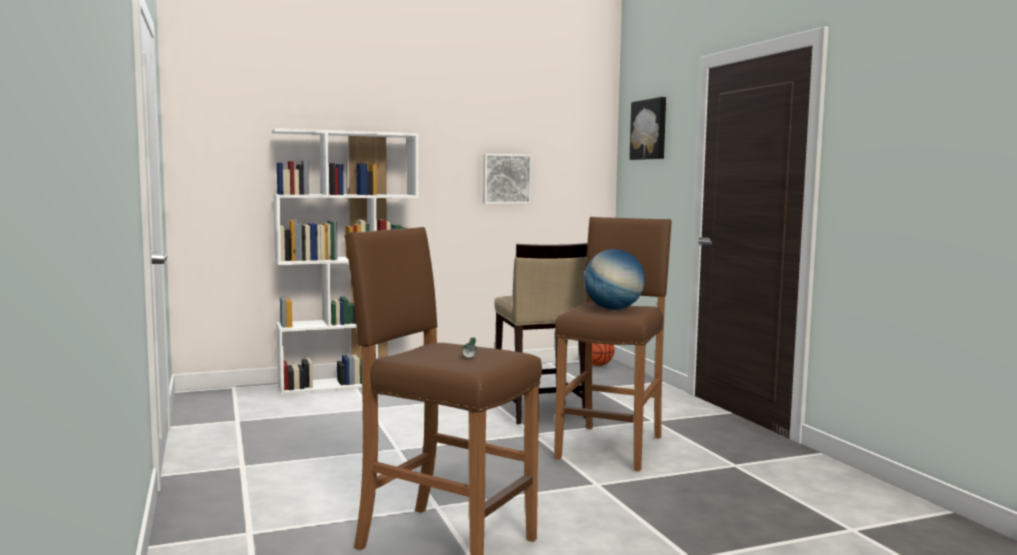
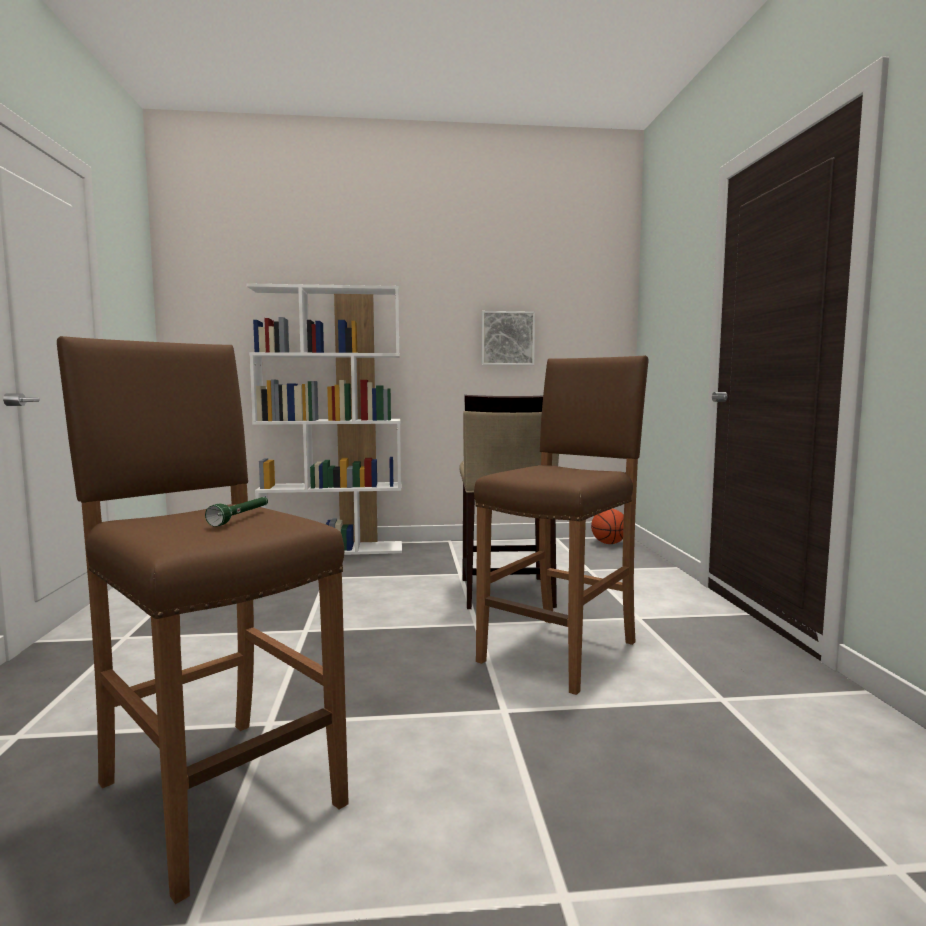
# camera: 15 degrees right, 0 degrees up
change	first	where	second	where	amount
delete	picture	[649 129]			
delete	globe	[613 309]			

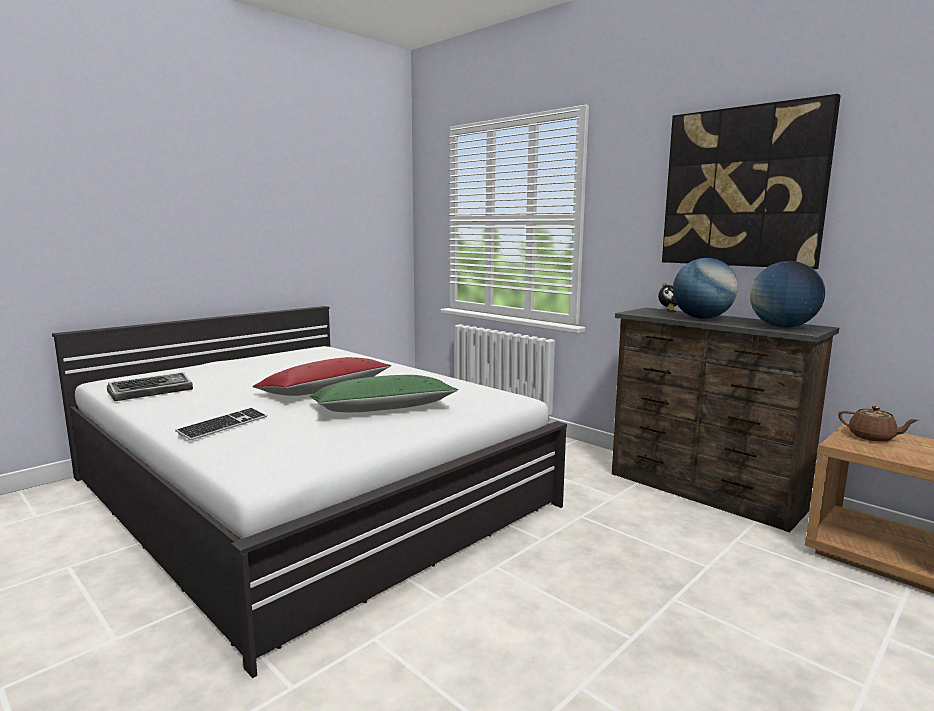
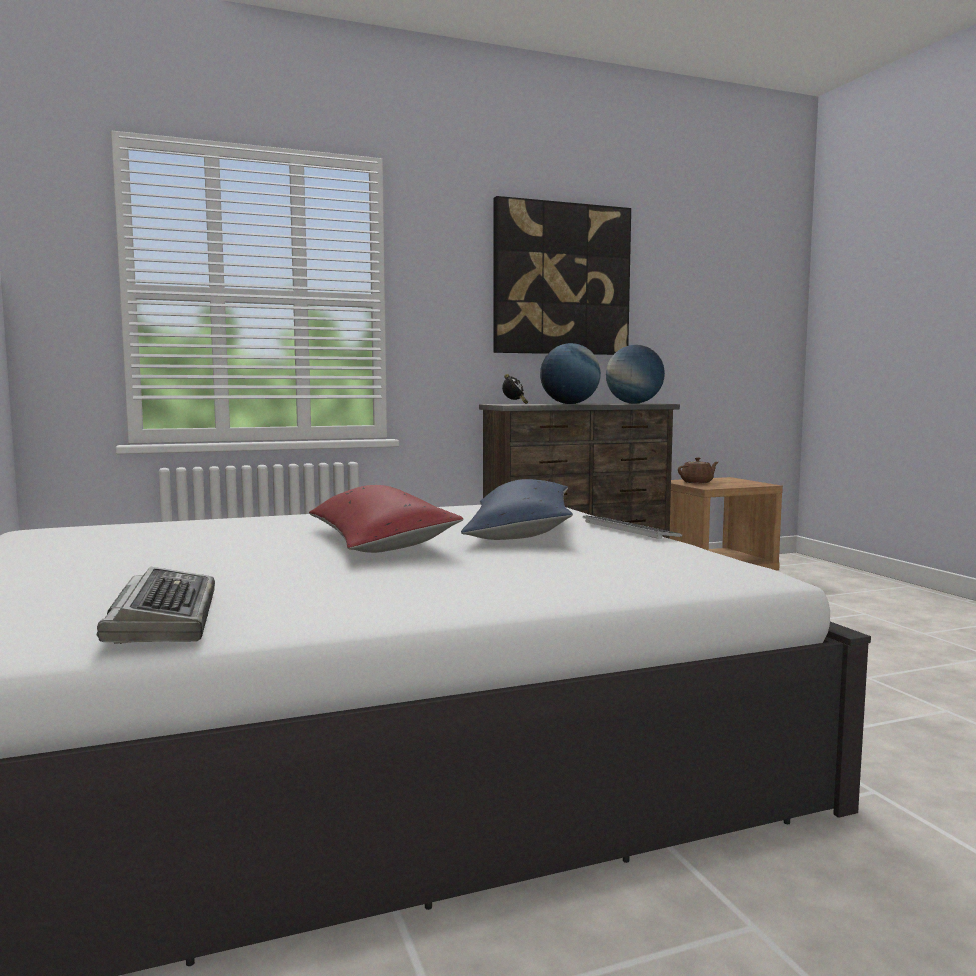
# camera: 65 degrees left, 5 degrees down
change	first	where	second	where	amount
recolor	green pillow	[383 409]	blue pillow	[520 531]	
move	keyboard	[223 426]		[630 529]	

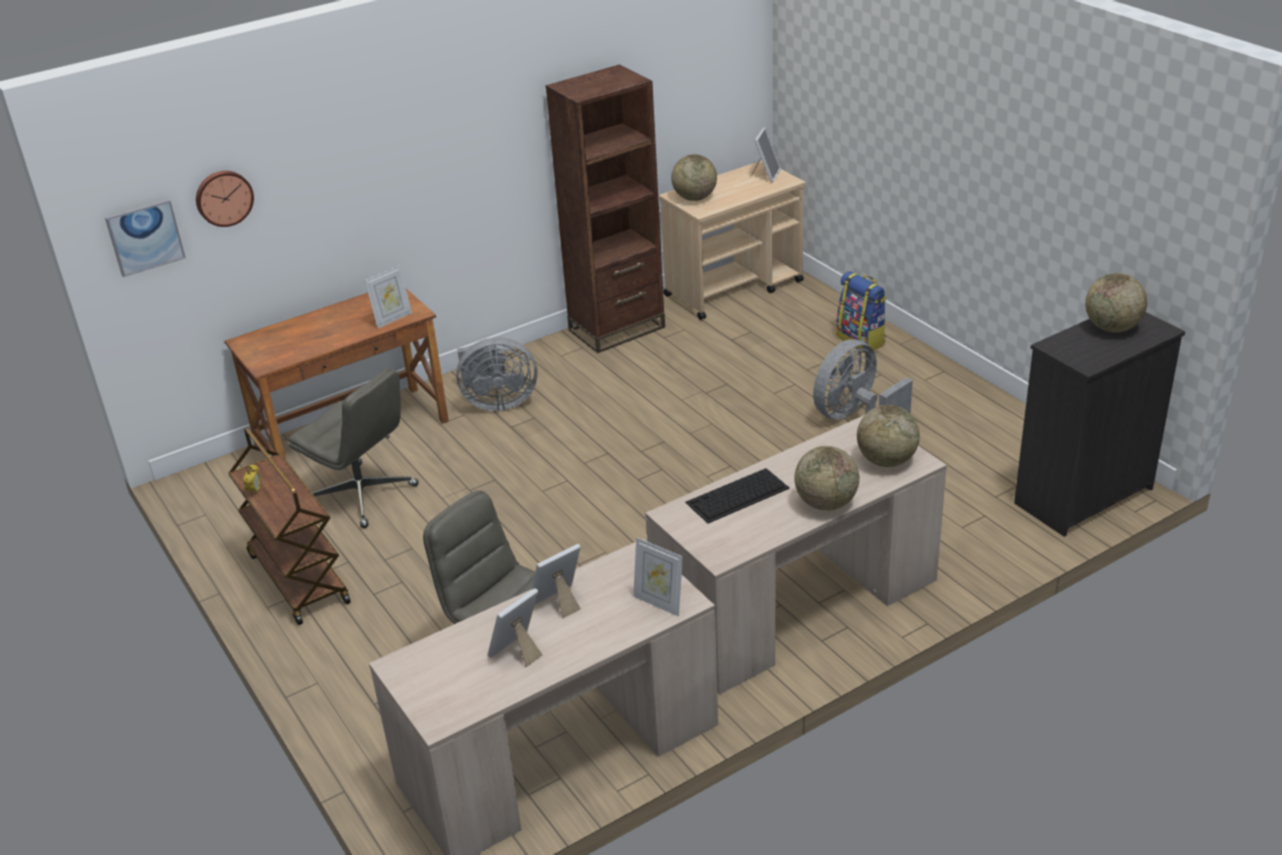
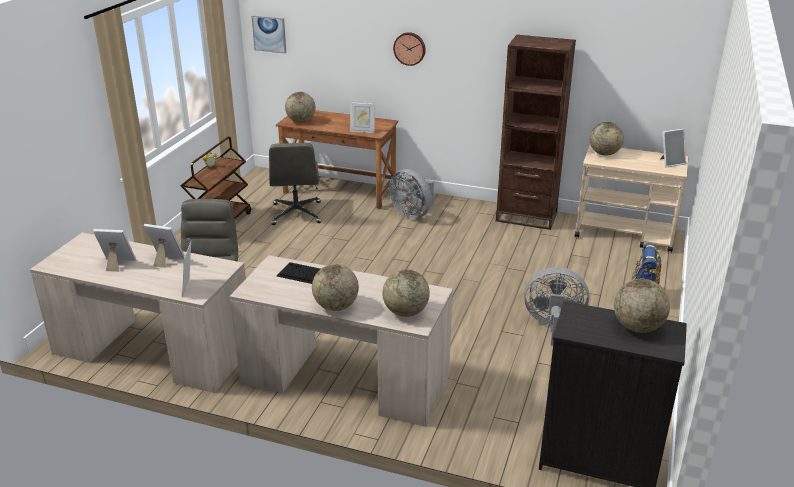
# camera: 50 degrees right, 5 degrees down
change	first	where	second	where	amount
move	wall clock	[223 197]		[410 48]	
insert			globe	[301 121]	

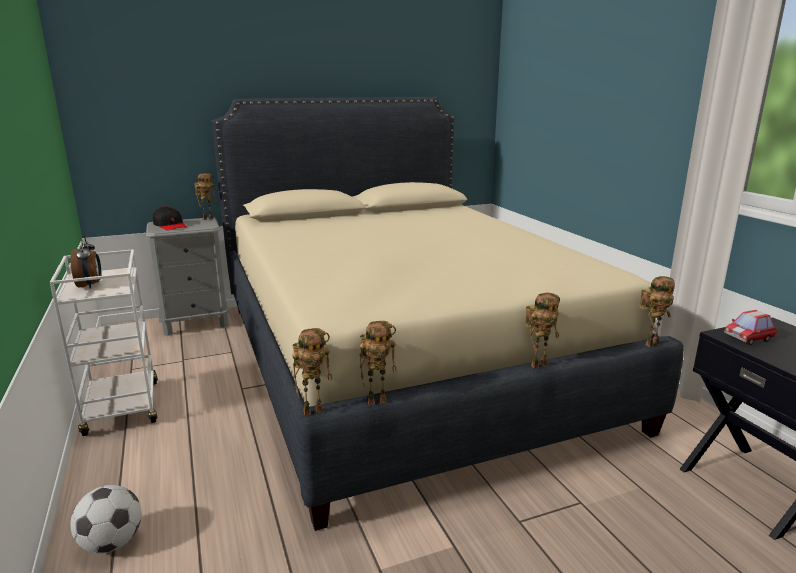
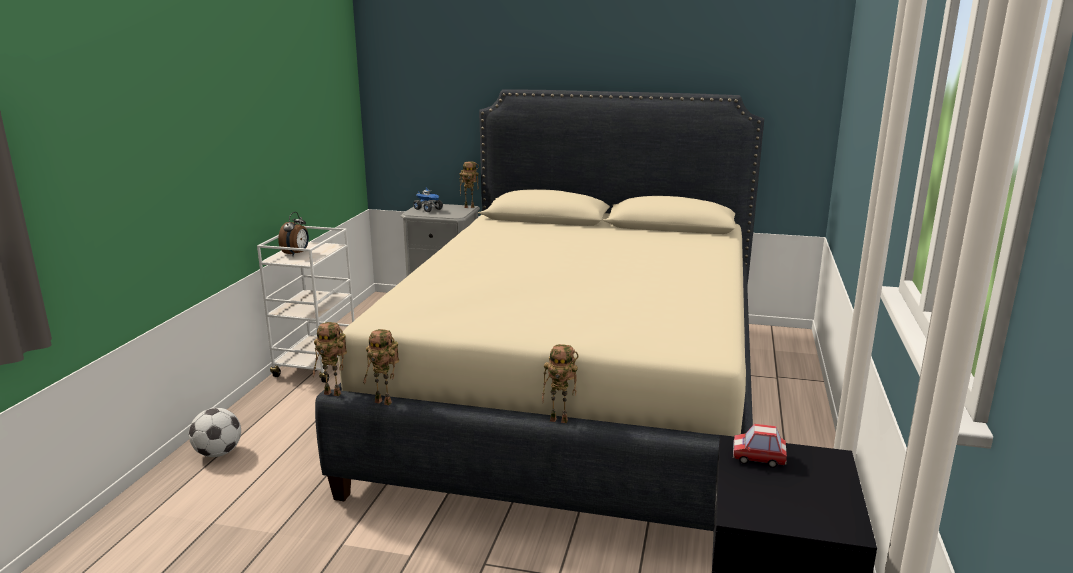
# camera: 35 degrees right, 0 degrees up
change	first	where	second	where	amount
replace	black cap	[170 226]	toy truck	[428 209]	
delete	toy robot	[651 343]			

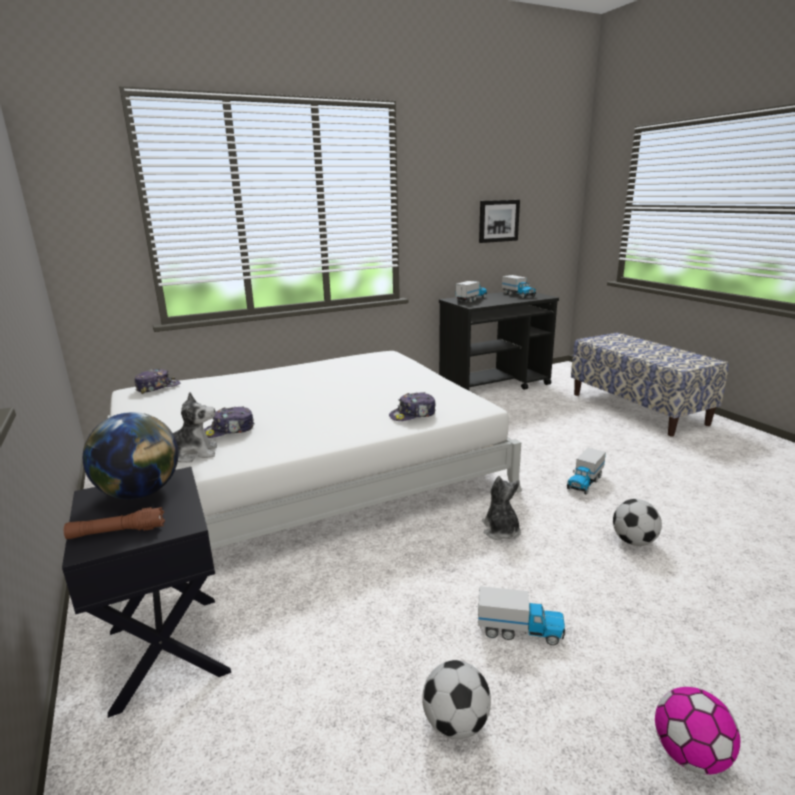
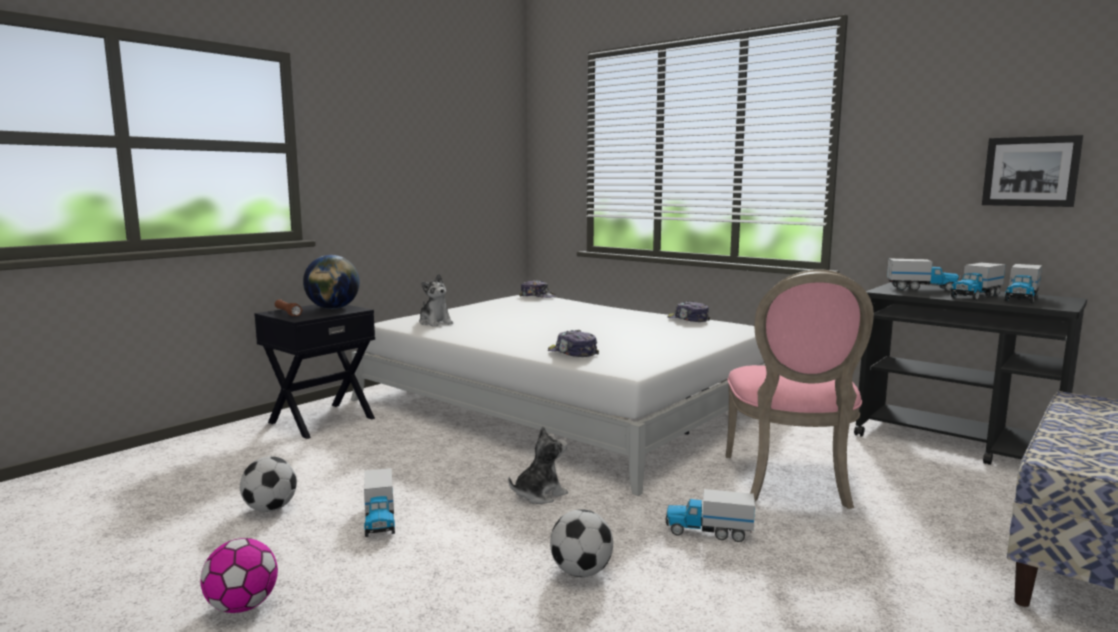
# camera: 65 degrees right, 10 degrees down
change	first	where	second	where	amount
move	cap	[229 430]		[688 320]	
insert			toy truck	[975 296]	
insert			pink chair	[791 483]	

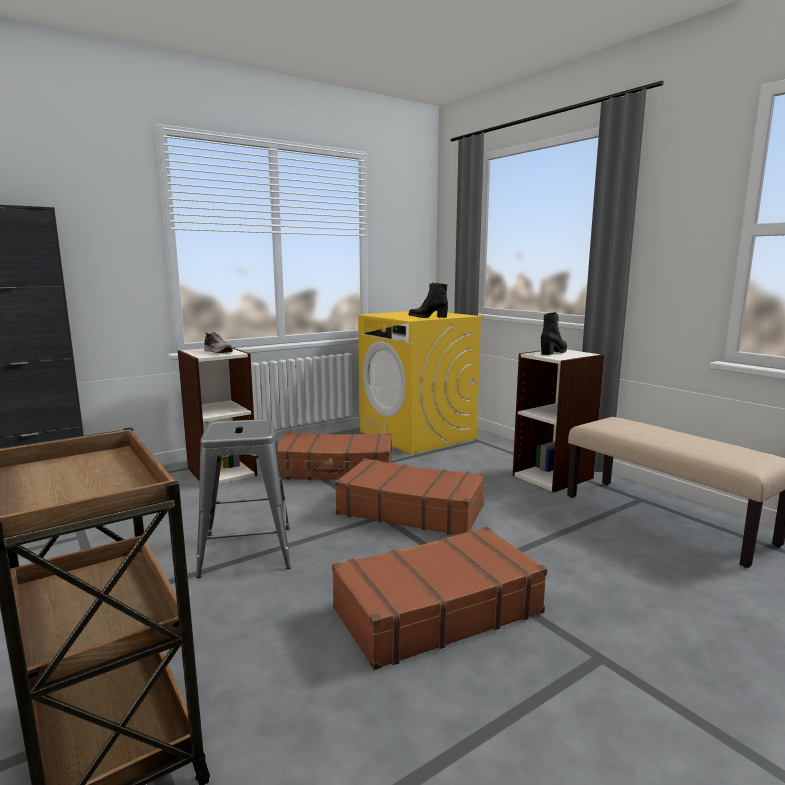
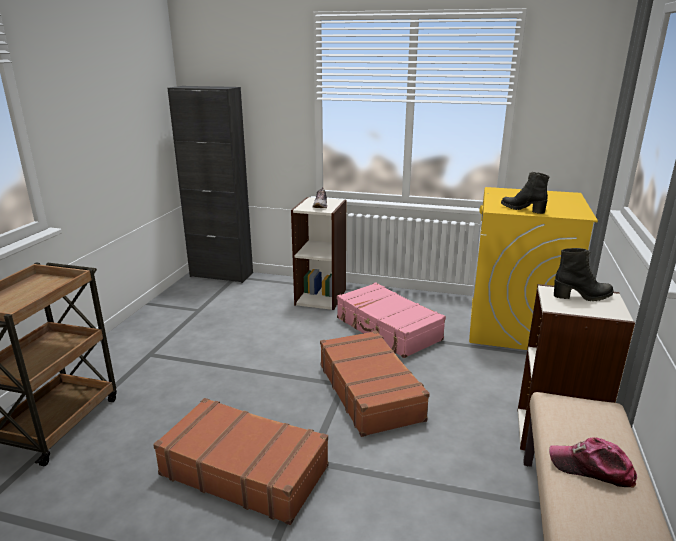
# camera: 50 degrees right, 10 degrees up
change	first	where	second	where	amount
delete	grey stool	[246 551]			
recolor	brown suitcase	[335 470]	pink suitcase	[387 329]	
insert			cap	[591 468]	

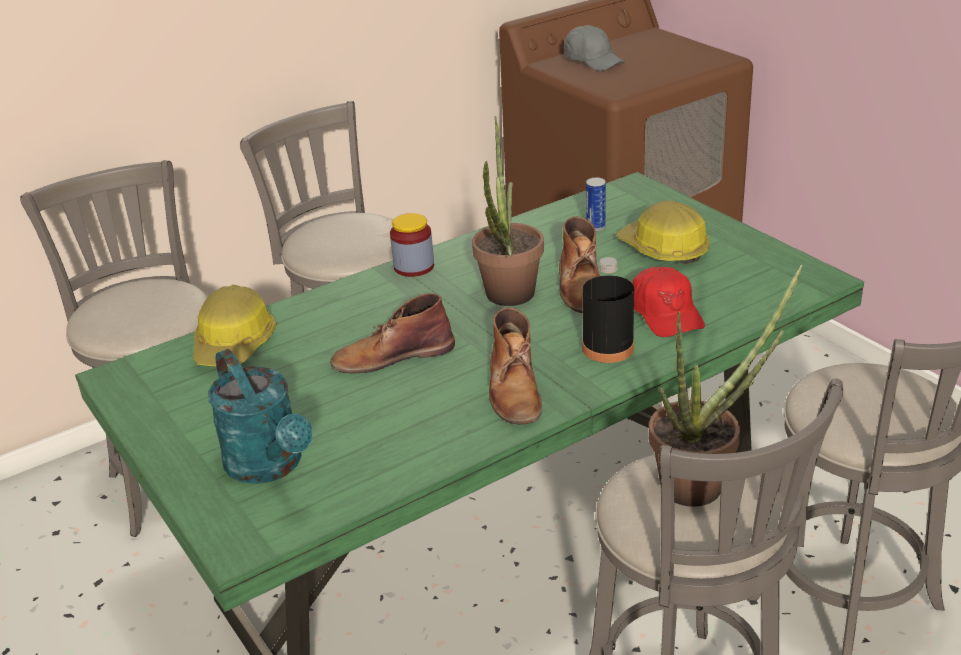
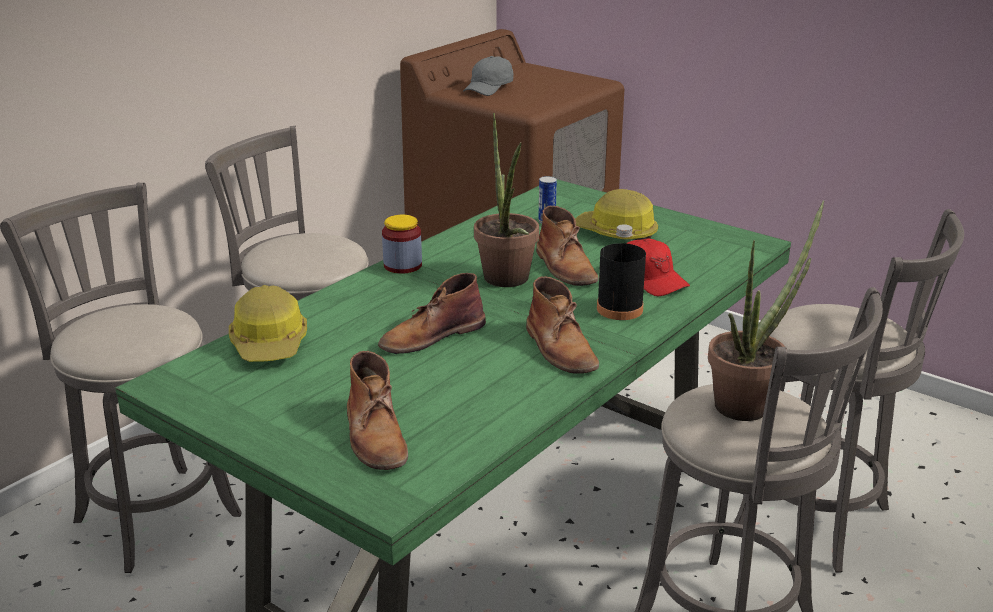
# camera: 20 degrees left, 5 degrees down
change	first	where	second	where	amount
rotate	grey cap	[593 61]		[489 88]	90 degrees clockwise
replace	turquoise watering can	[270 466]	brown boot	[375 436]	

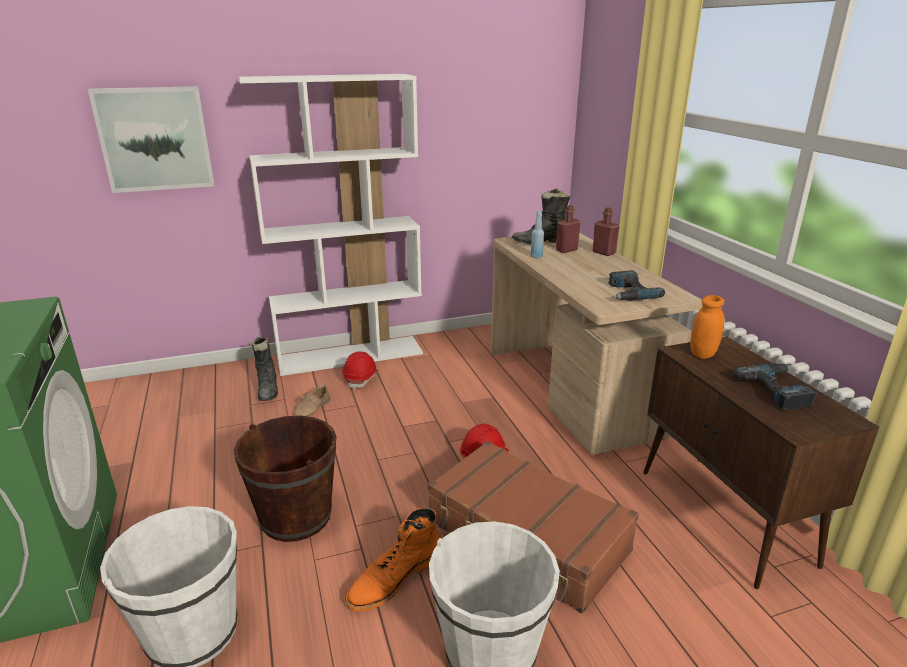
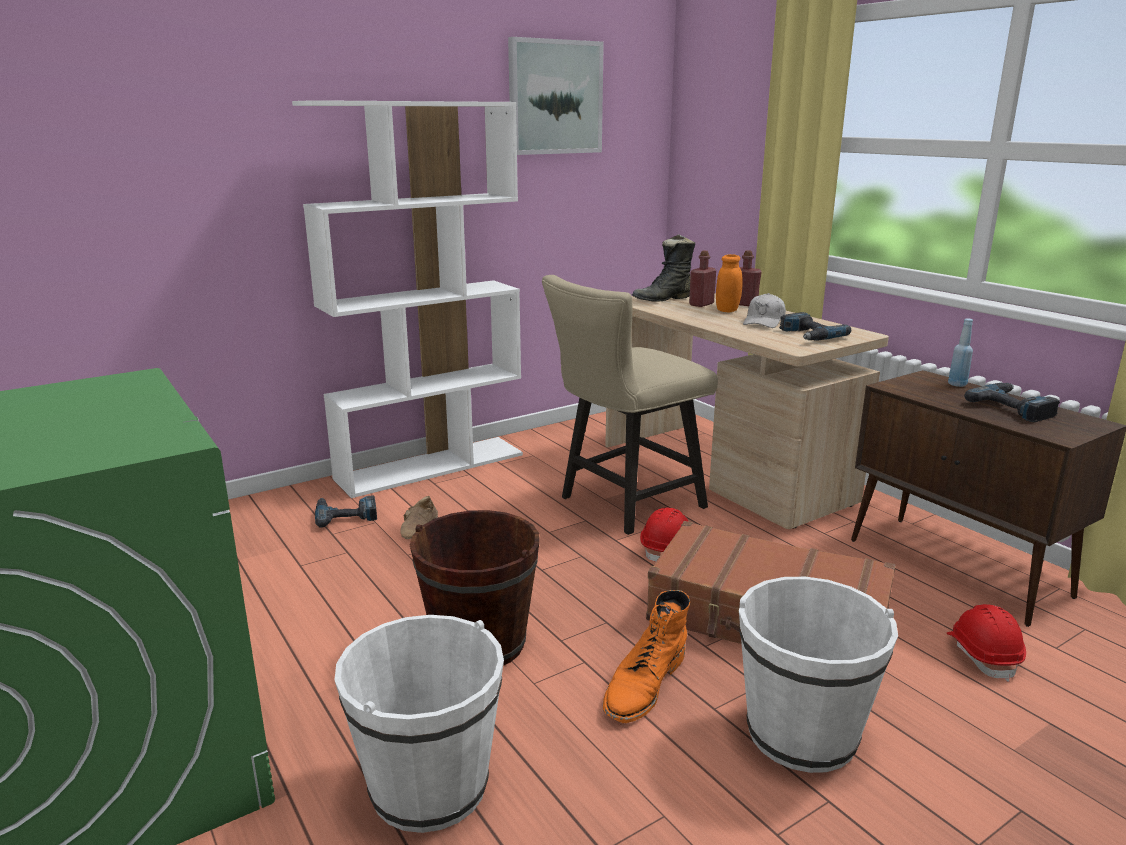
# camera: 15 degrees left, 5 degrees down
change	first	where	second	where	amount
move	picture	[155 139]		[555 97]	
move	blue bottle	[536 256]		[957 384]	
move	orange jar	[703 354]		[727 310]	
replace	black boot	[268 390]	power drill	[346 515]	
move	red hard hat	[361 378]		[983 655]	
insert			beige chair	[623 504]	
insert			white cap	[764 322]	

